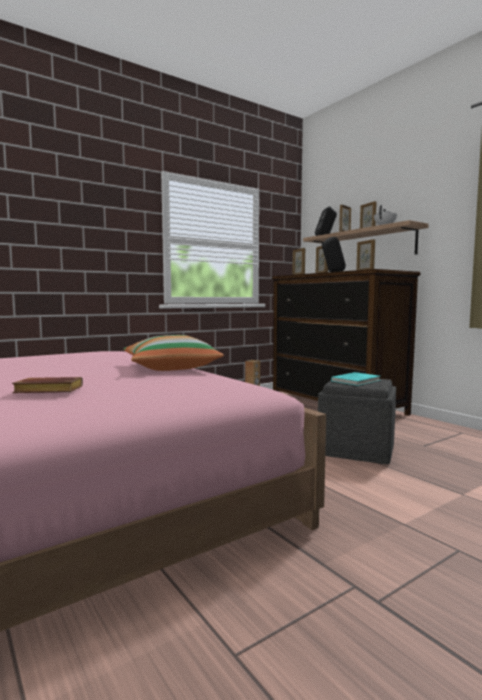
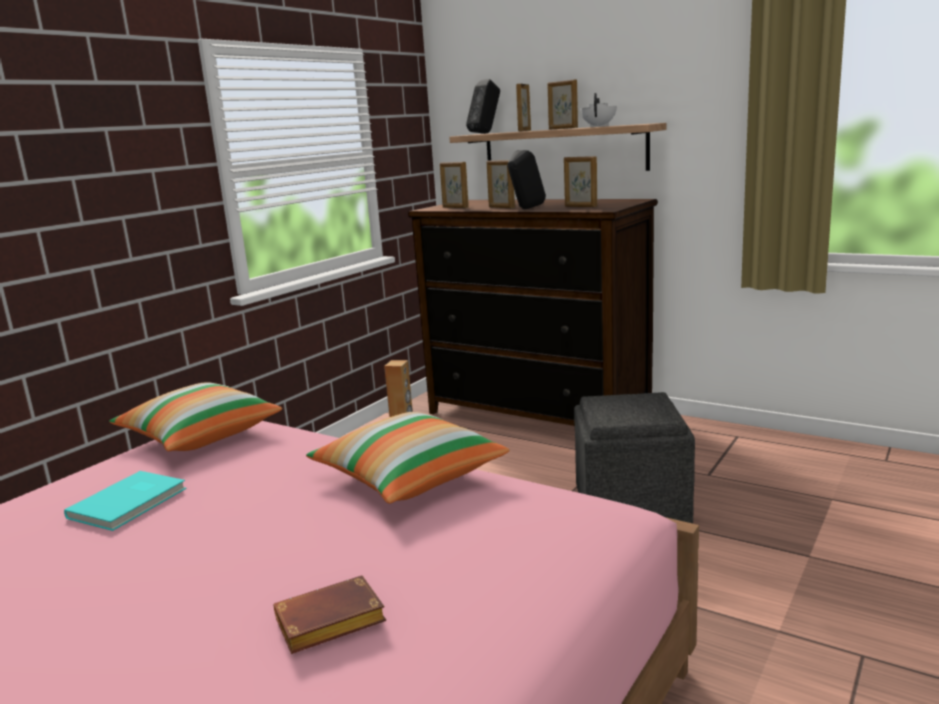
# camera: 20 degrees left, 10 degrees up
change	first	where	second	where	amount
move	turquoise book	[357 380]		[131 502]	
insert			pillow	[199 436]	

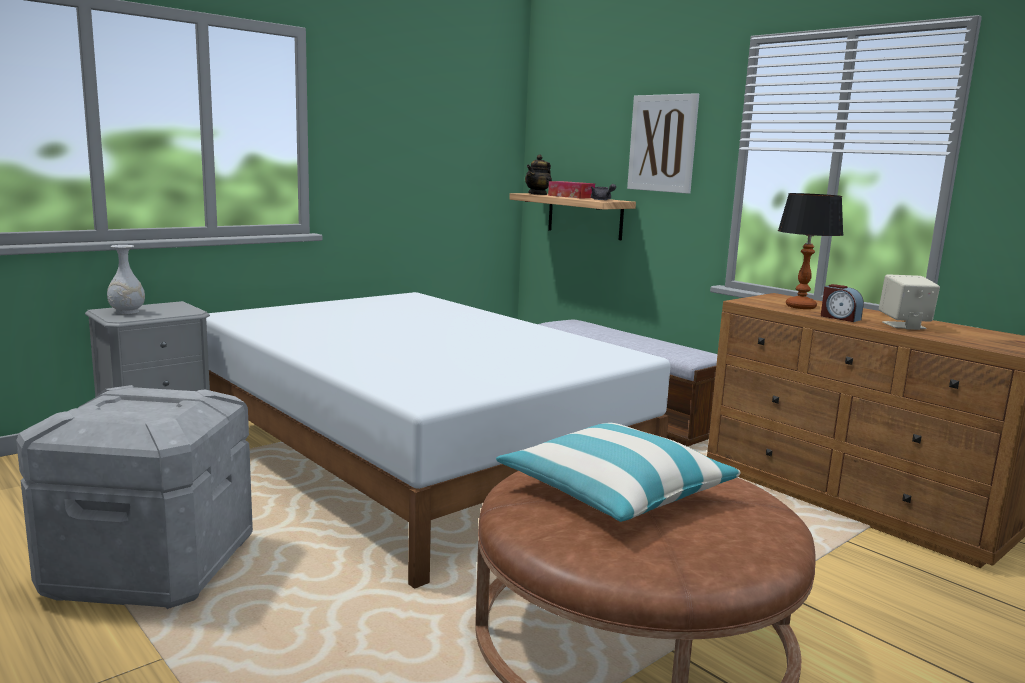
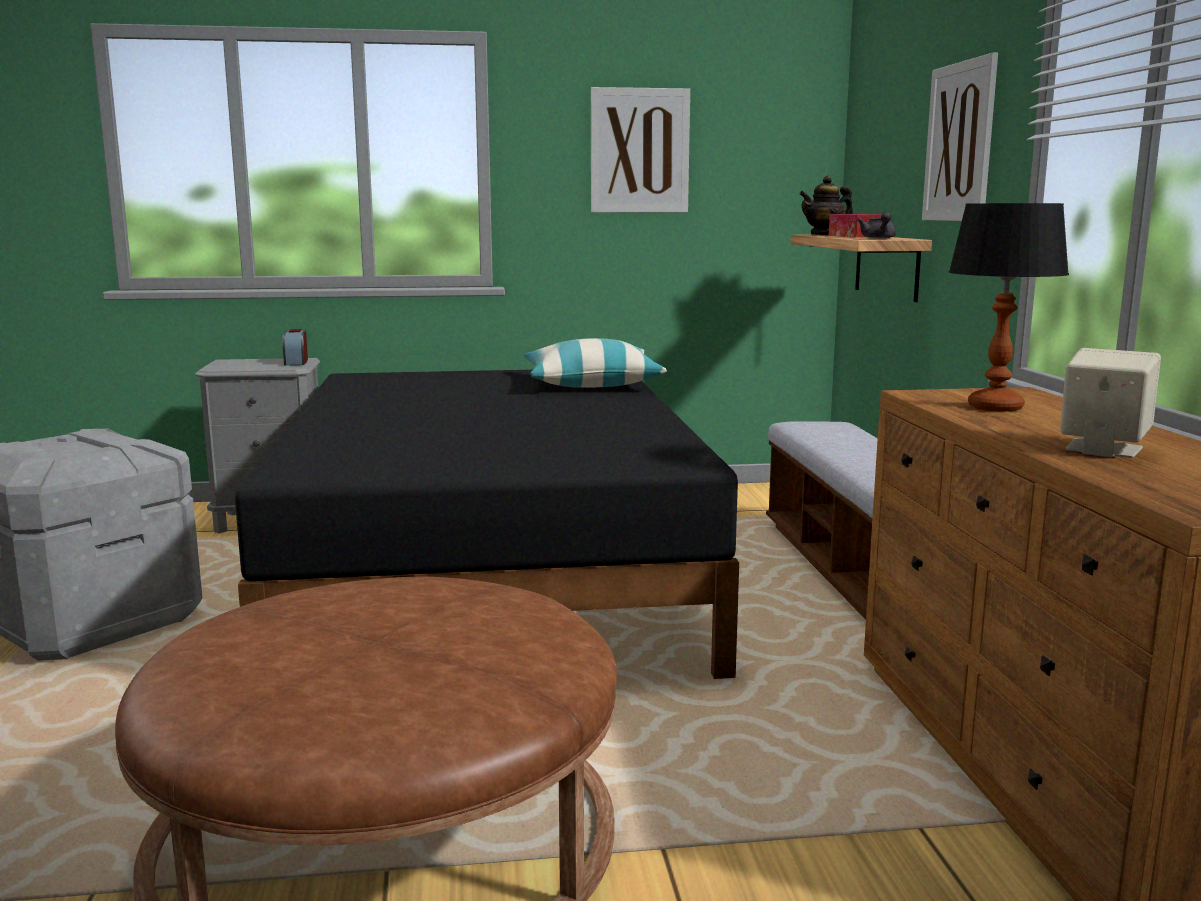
# camera: 35 degrees right, 0 degrees up
change	first	where	second	where	amount
delete	white vase	[127 312]			
move	alarm clock	[839 318]		[296 362]	
recolor	white bed	[415 459]	black bed	[492 574]	
move	pillow	[615 492]		[591 383]	
insert			picture	[639 151]	

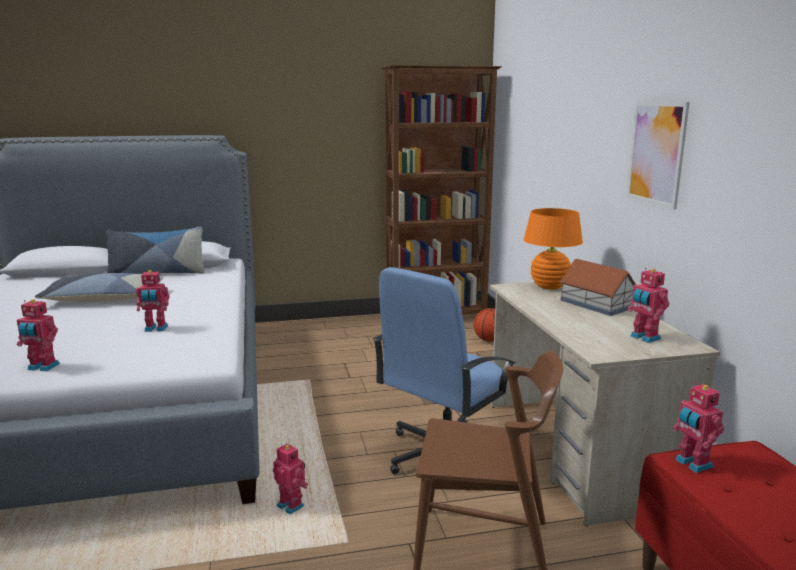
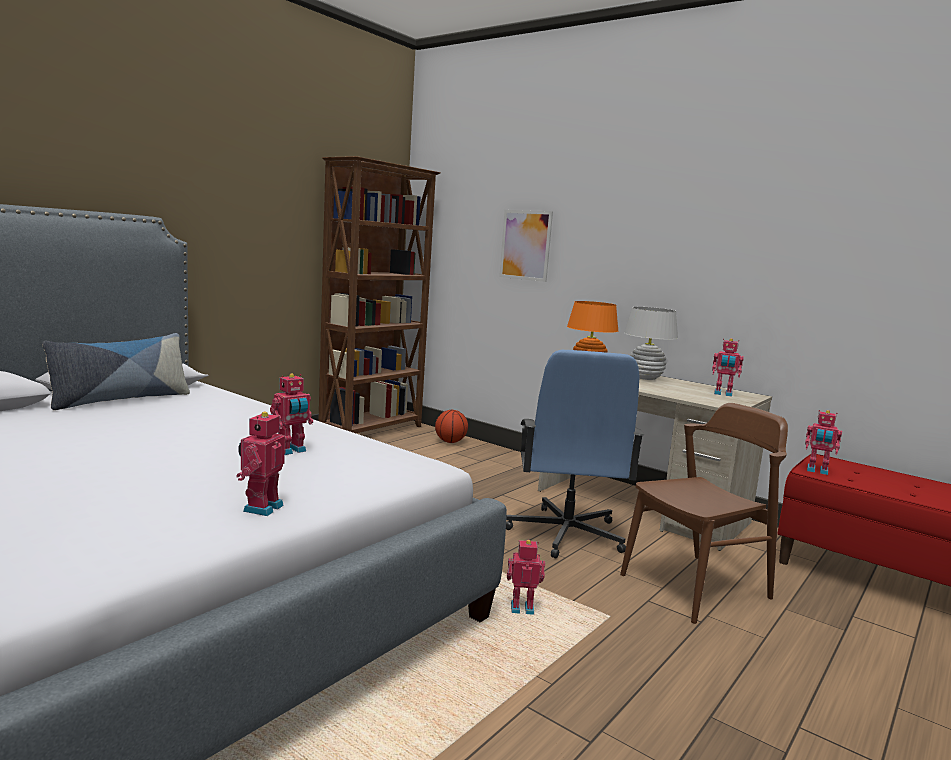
# camera: 40 degrees left, 5 degrees down
change	first	where	second	where	amount
move	picture	[656 153]		[525 245]	
replace	toy house	[596 304]	white table lamp	[645 378]	
delete	pillow	[103 299]			
rotate	toy robot	[42 367]		[261 508]	135 degrees clockwise

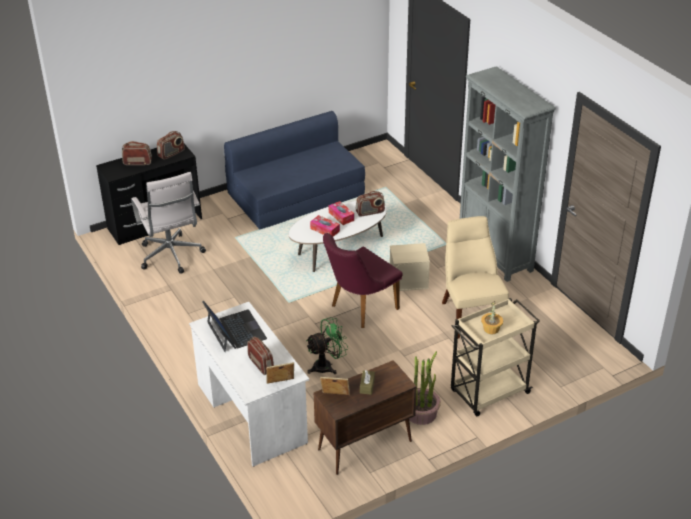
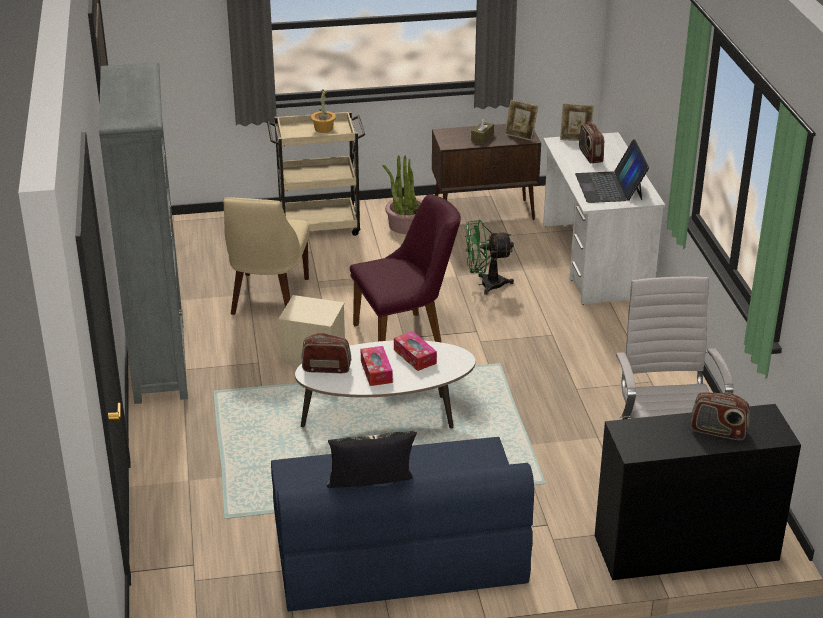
# camera: 160 degrees left, 5 degrees down
change	first	where	second	where	amount
delete	radio	[171 153]			
insert			pillow	[371 491]	

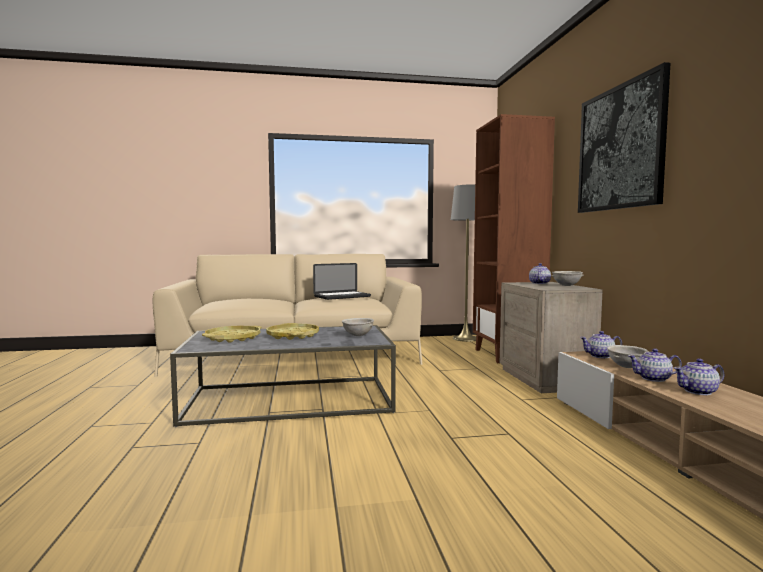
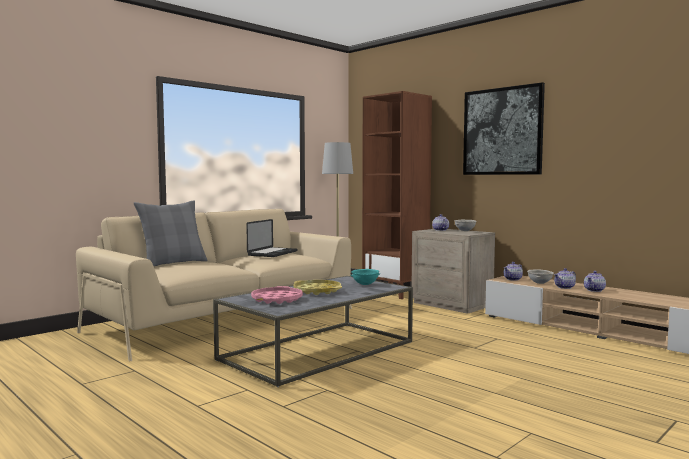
# camera: 35 degrees left, 0 degrees up
change	first	where	second	where	amount
recolor	grey bowl	[357 336]	turquoise bowl	[365 284]	
recolor	yellow tray	[233 338]	pink tray	[277 299]	
insert			grey pillow	[173 263]	

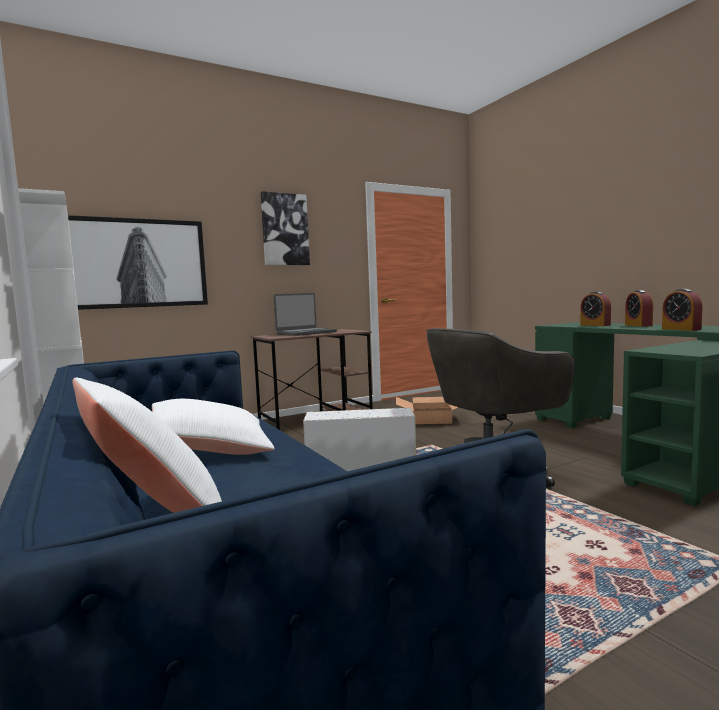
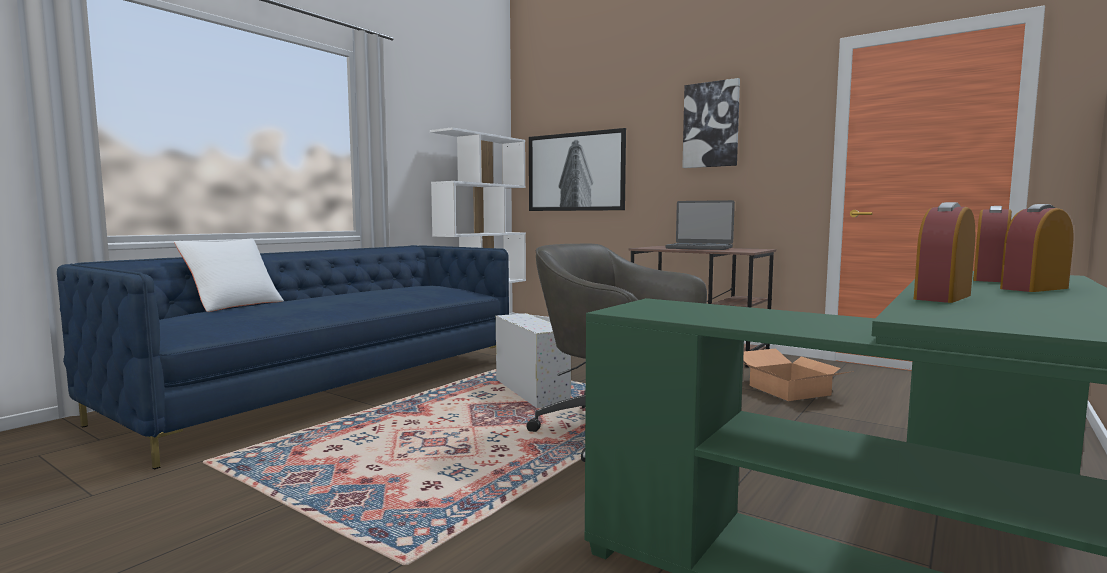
# camera: 65 degrees right, 0 degrees up
change	first	where	second	where	amount
delete	white pillow	[210 448]			

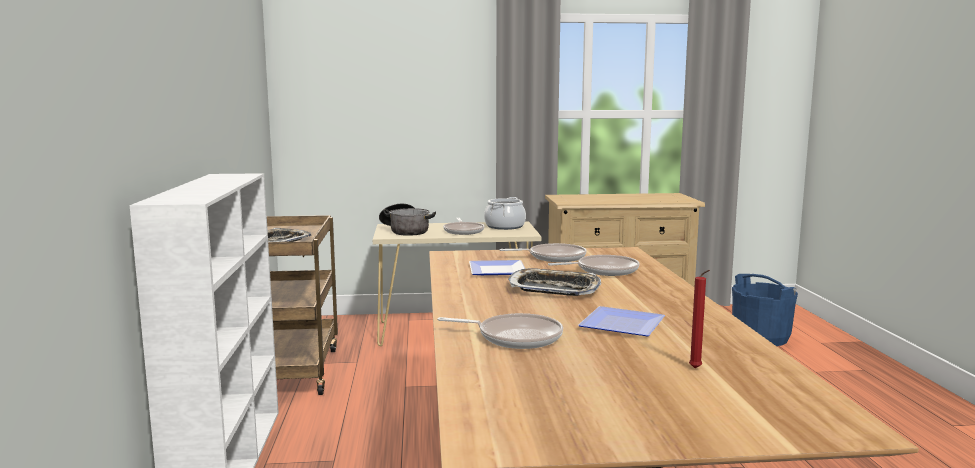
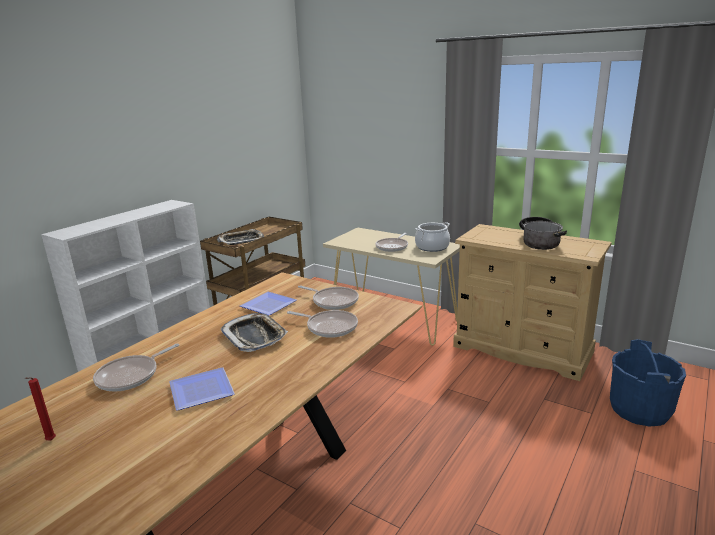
# camera: 40 degrees right, 10 degrees up
change	first	where	second	where	amount
move	cooking pot	[405 231]		[539 242]	
move	red candle	[696 369]		[50 441]	
rotate	frying pan	[515 337]		[131 376]	75 degrees clockwise

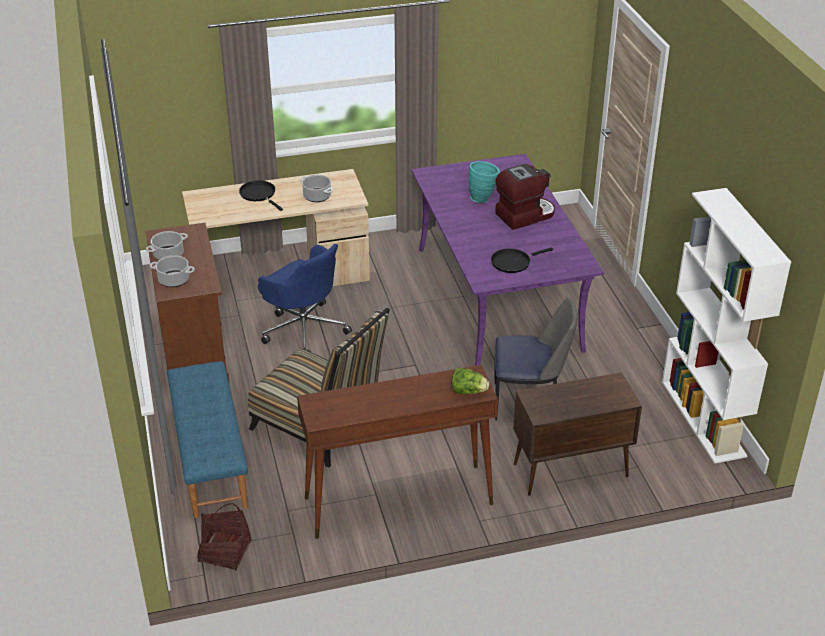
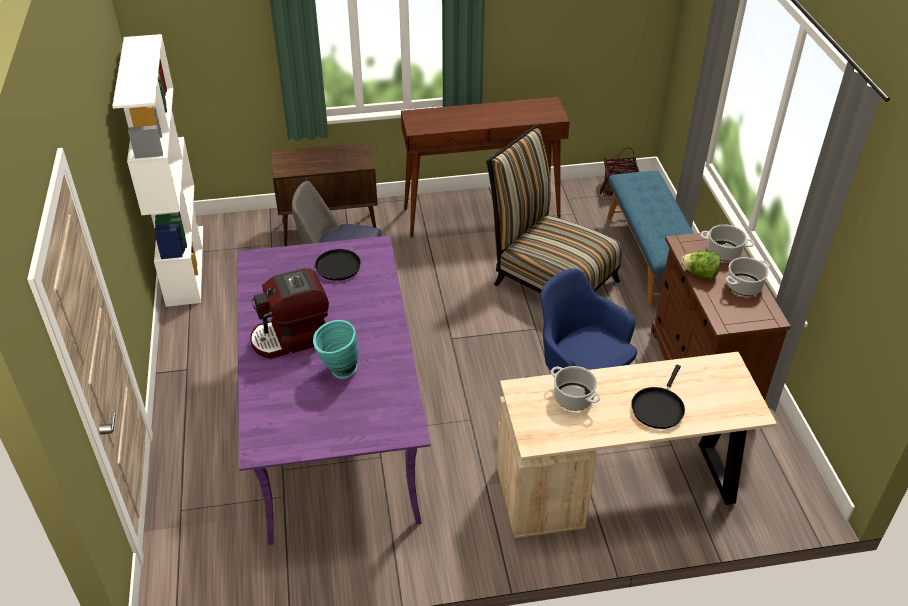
# camera: 175 degrees left, 5 degrees up
change	first	where	second	where	amount
rotate	black frying pan	[259 194]		[658 407]	60 degrees clockwise
move	lettuce	[468 391]		[700 274]	

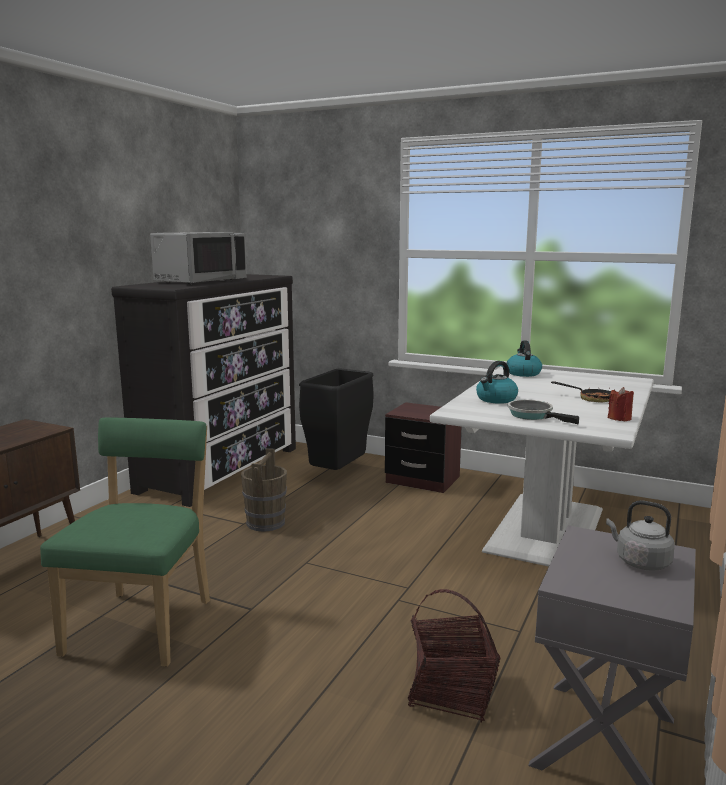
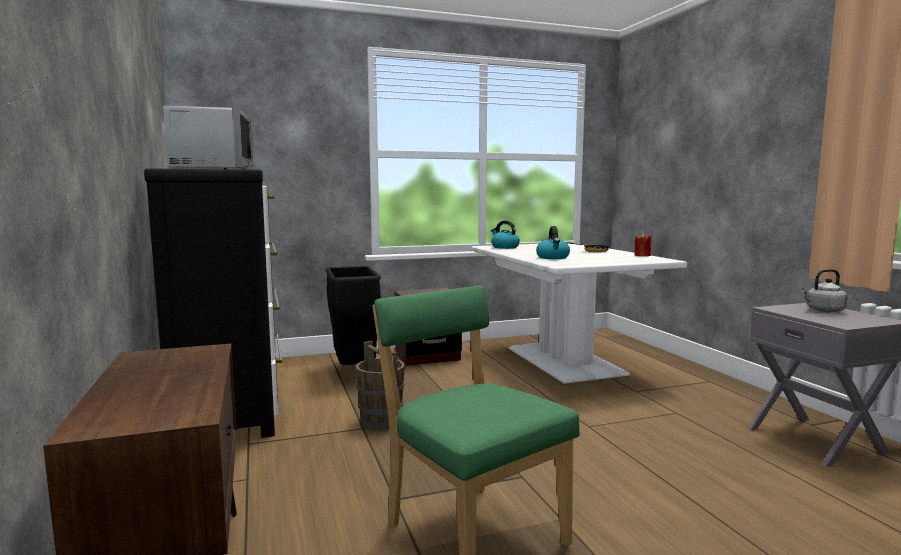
# camera: 45 degrees left, 5 degrees down
change	first	where	second	where	amount
delete	frying pan	[533 415]			
delete	basket	[451 692]			

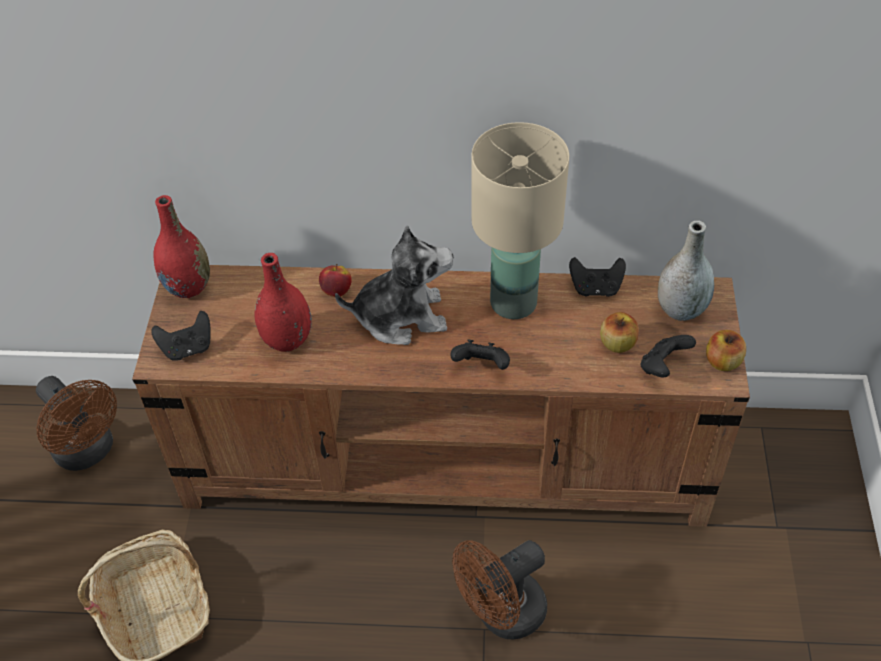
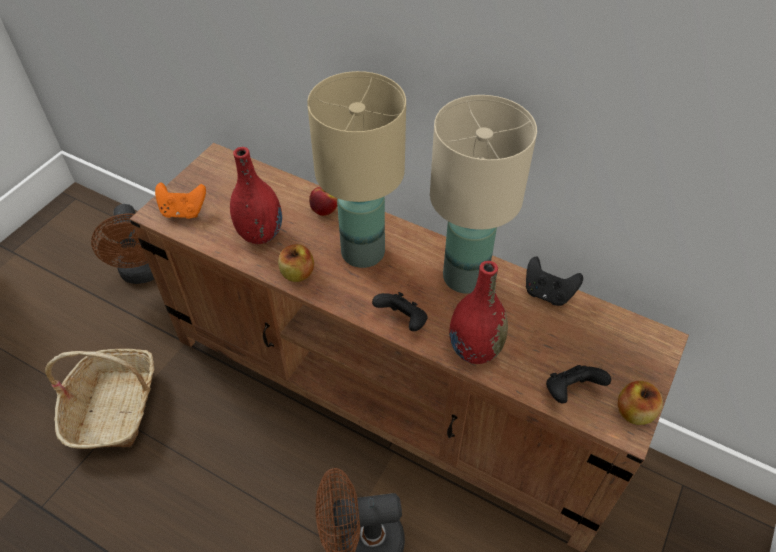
# camera: 25 degrees right, 0 degrees up
change	first	where	second	where	amount
move	red vase	[188 287]		[475 349]	
delete	grey vase	[680 309]			
replace	plush toy	[401 316]	beige table lamp	[362 251]	
recolor	black game controller	[187 348]	orange game controller	[183 211]	
move	apple	[617 343]		[297 273]	

